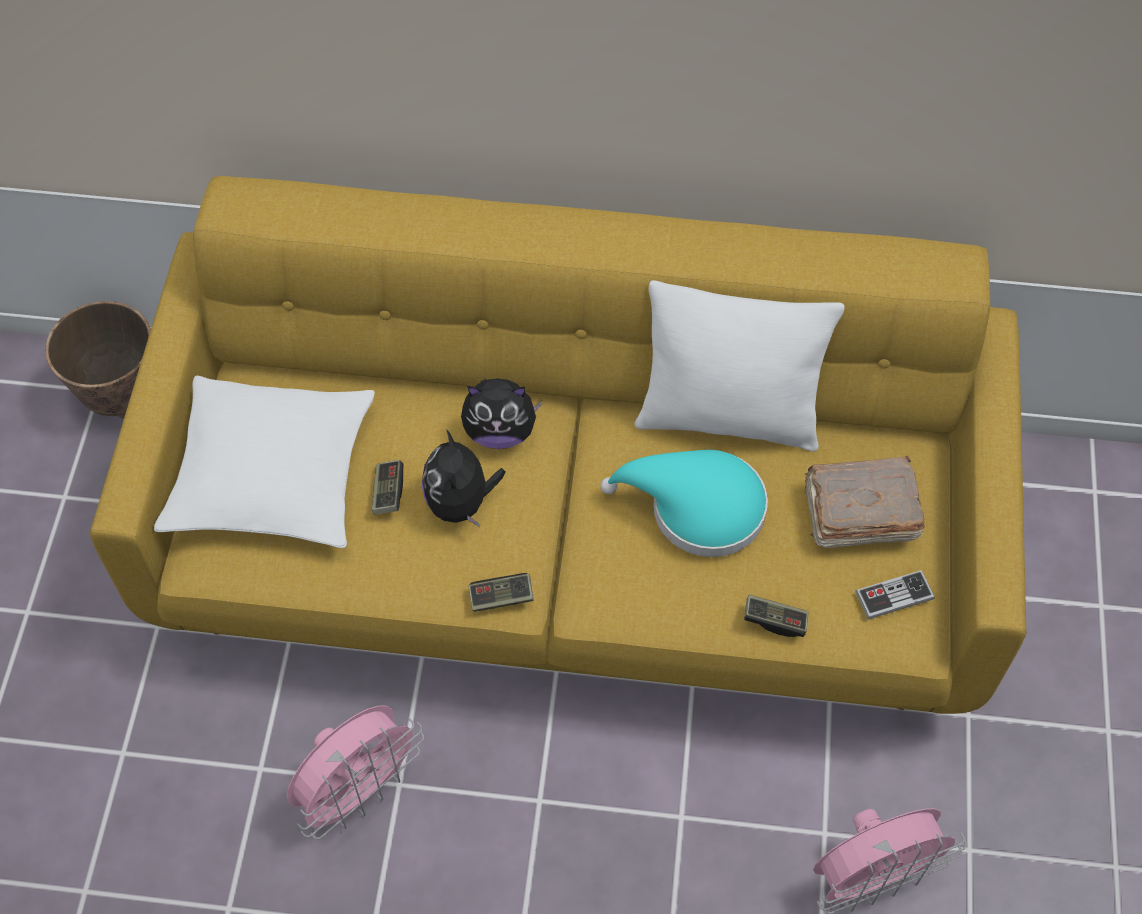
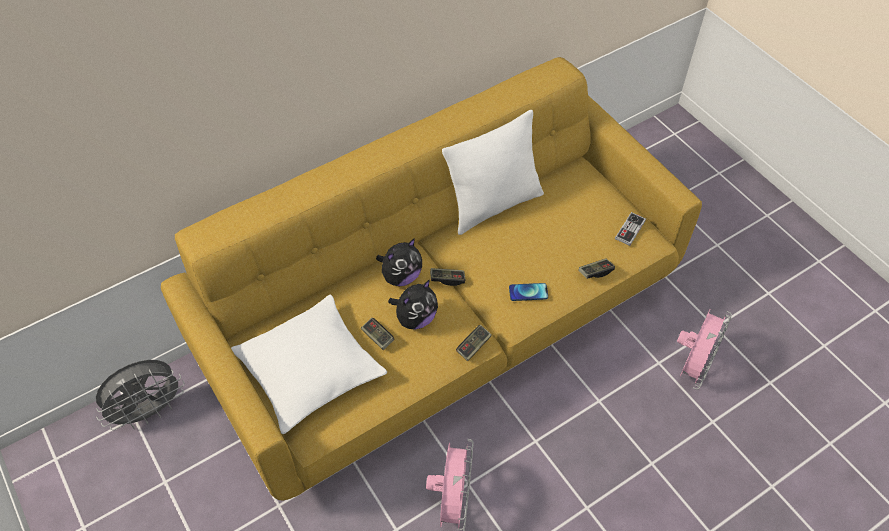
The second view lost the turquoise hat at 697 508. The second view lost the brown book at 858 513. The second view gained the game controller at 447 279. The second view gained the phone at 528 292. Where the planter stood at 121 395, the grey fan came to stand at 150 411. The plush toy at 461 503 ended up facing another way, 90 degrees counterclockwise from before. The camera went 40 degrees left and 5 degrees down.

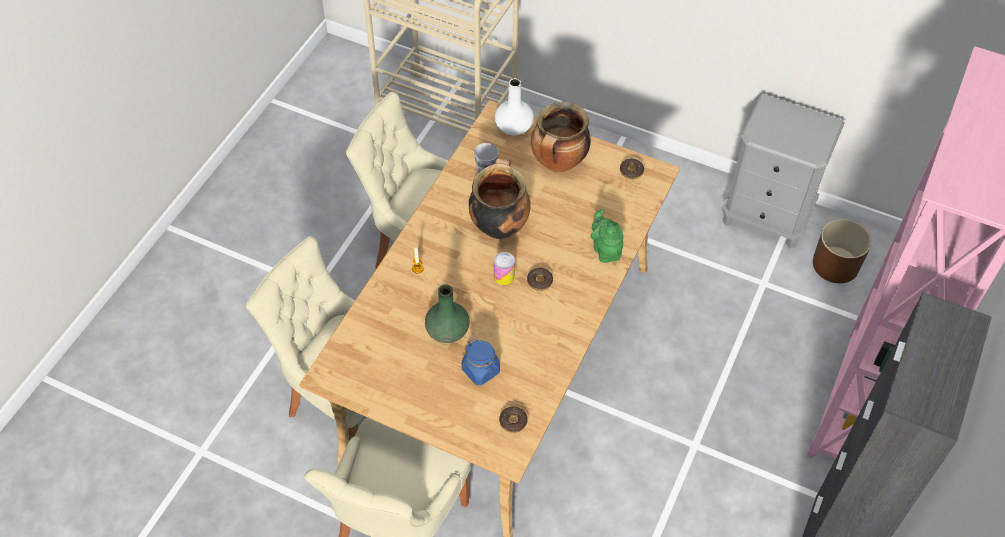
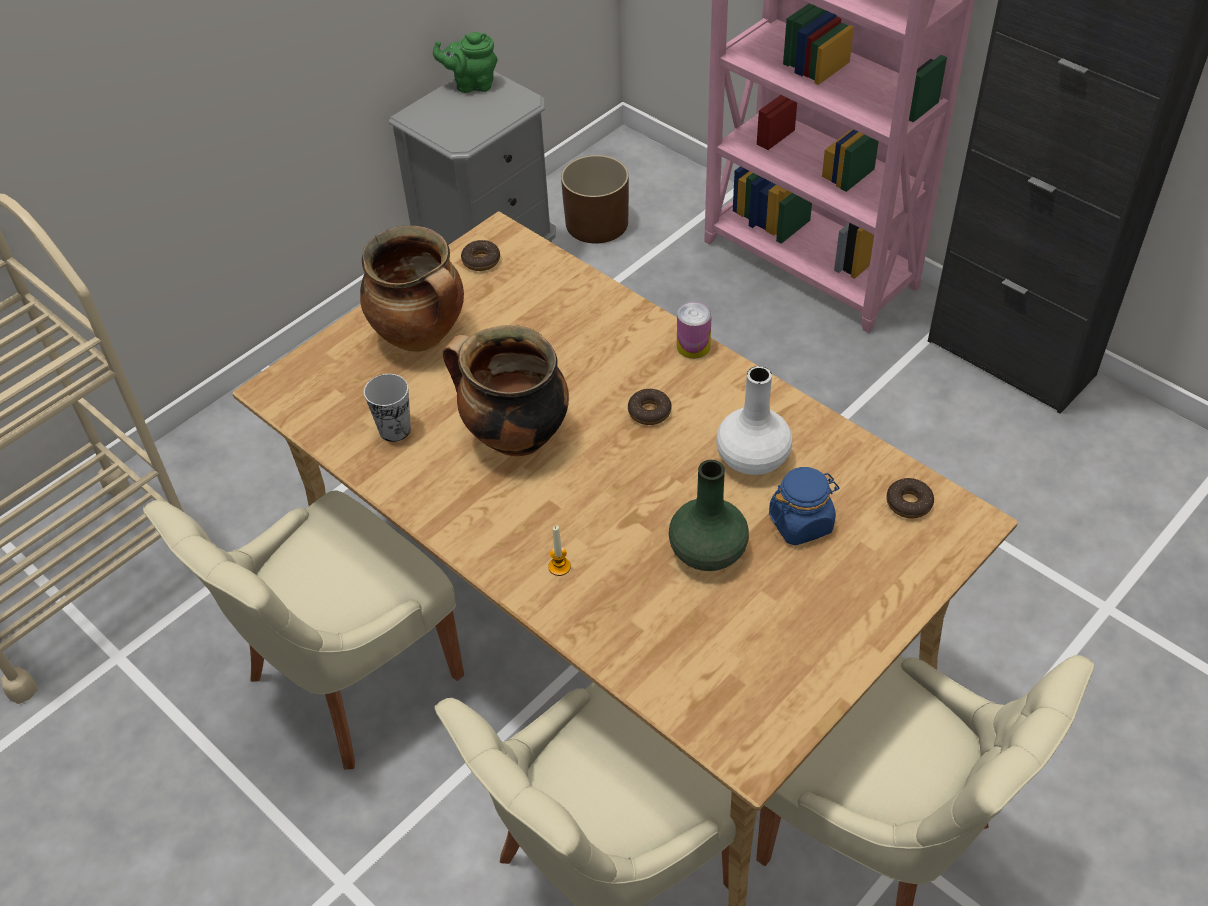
The can ended up elsewhere, having gone from 504 276 to 693 346. The white vase ended up elsewhere, having gone from 513 127 to 752 459. The green teapot ended up elsewhere, having gone from 605 250 to 471 84. The camera went 70 degrees left and 5 degrees down.

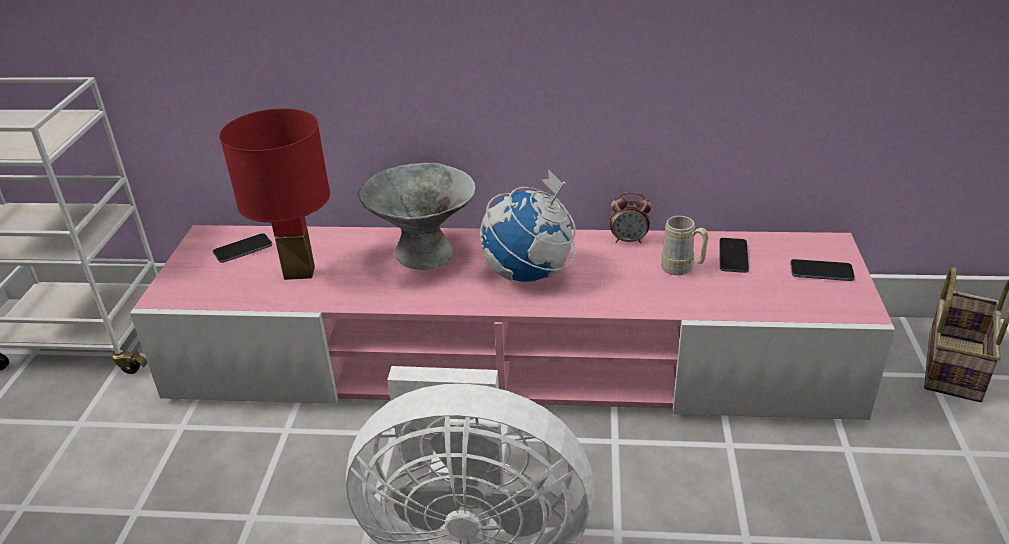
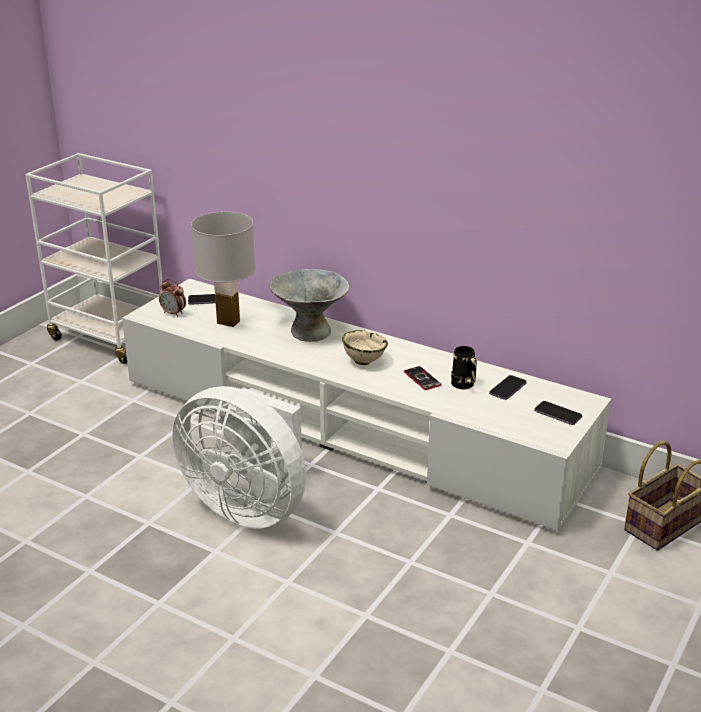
The second view gained the phone at 422 379. The alarm clock ended up elsewhere, having gone from 628 240 to 173 313. Where the globe stood at 529 274, the beige bowl came to stand at 363 361. What was the pink tv stand at 510 361 turned into the white tv stand at 351 426. What was the red table lamp at 298 273 turned into the white table lamp at 227 322. What was the beige mug at 682 269 turned into the black mug at 464 386. The camera went 25 degrees right and 5 degrees down.

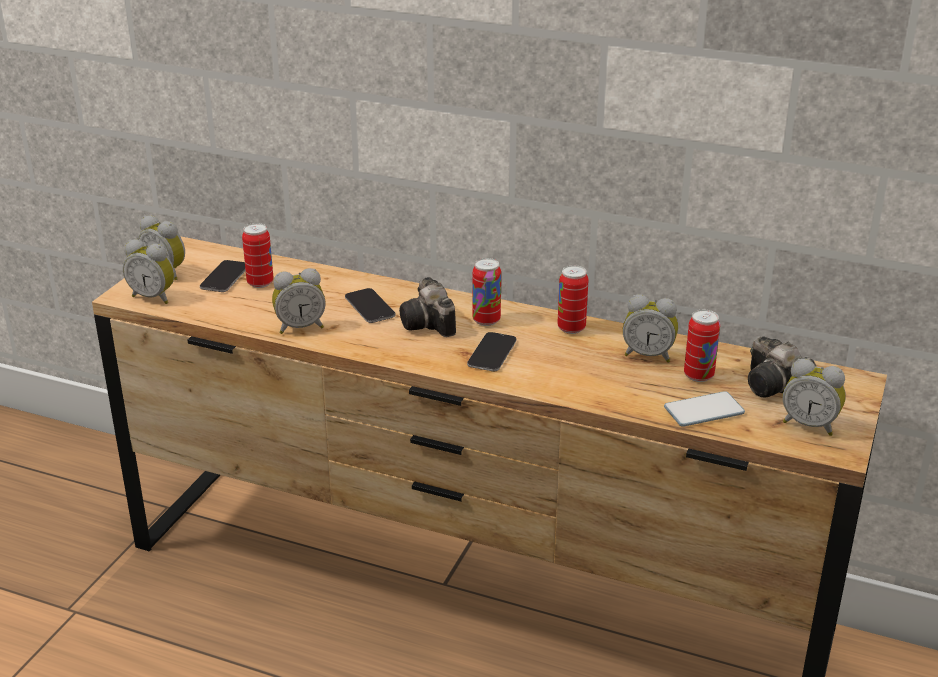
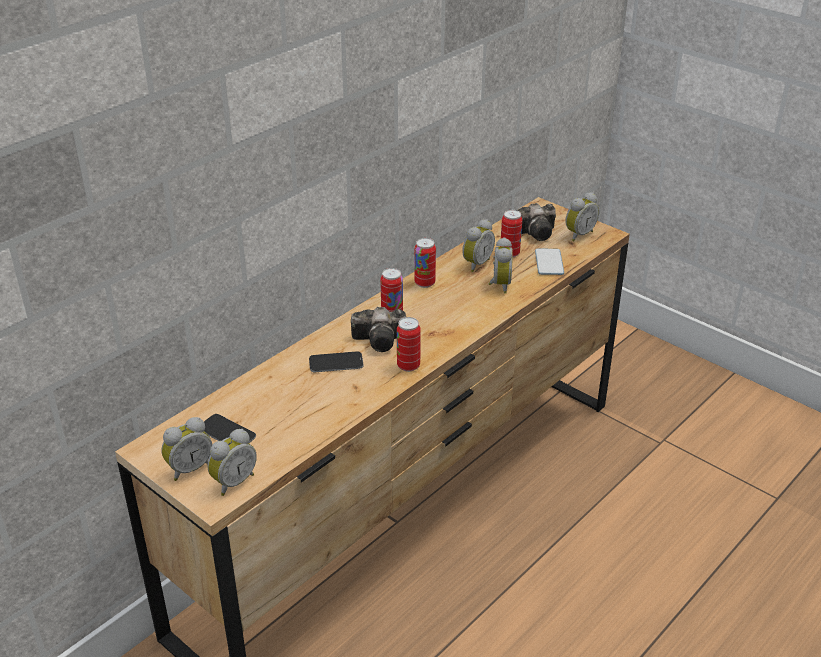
The second view lost the phone at 492 353. The can ended up elsewhere, having gone from 260 283 to 408 366. The alarm clock ended up elsewhere, having gone from 300 327 to 499 285. The camera went 70 degrees left and 5 degrees up.

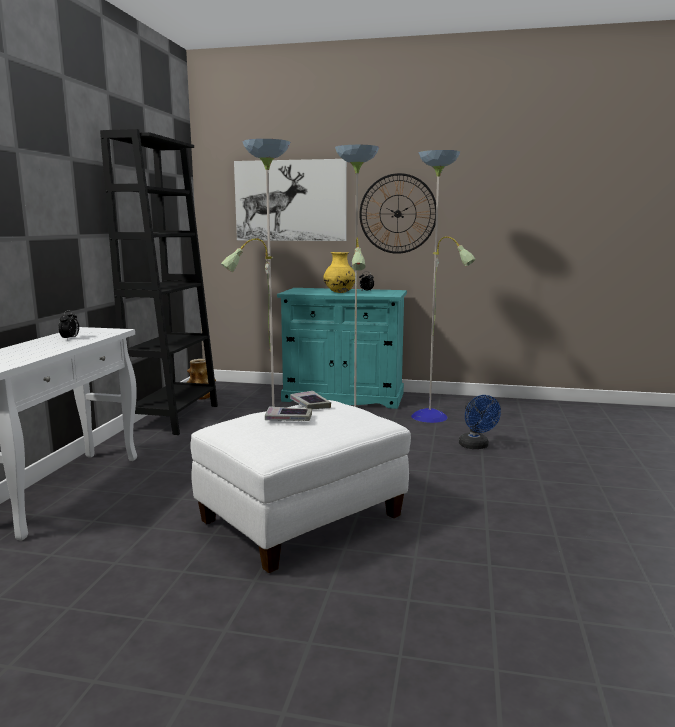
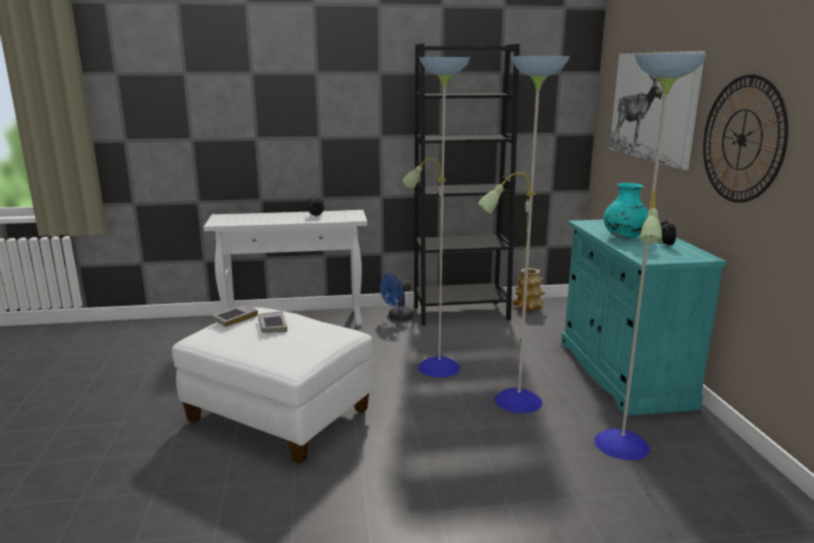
The book ended up elsewhere, having gone from 310 404 to 235 318. The blue fan ended up elsewhere, having gone from 476 446 to 397 318. What was the yellow vase at 339 292 turned into the turquoise vase at 624 238. The camera went 70 degrees right and 5 degrees up.

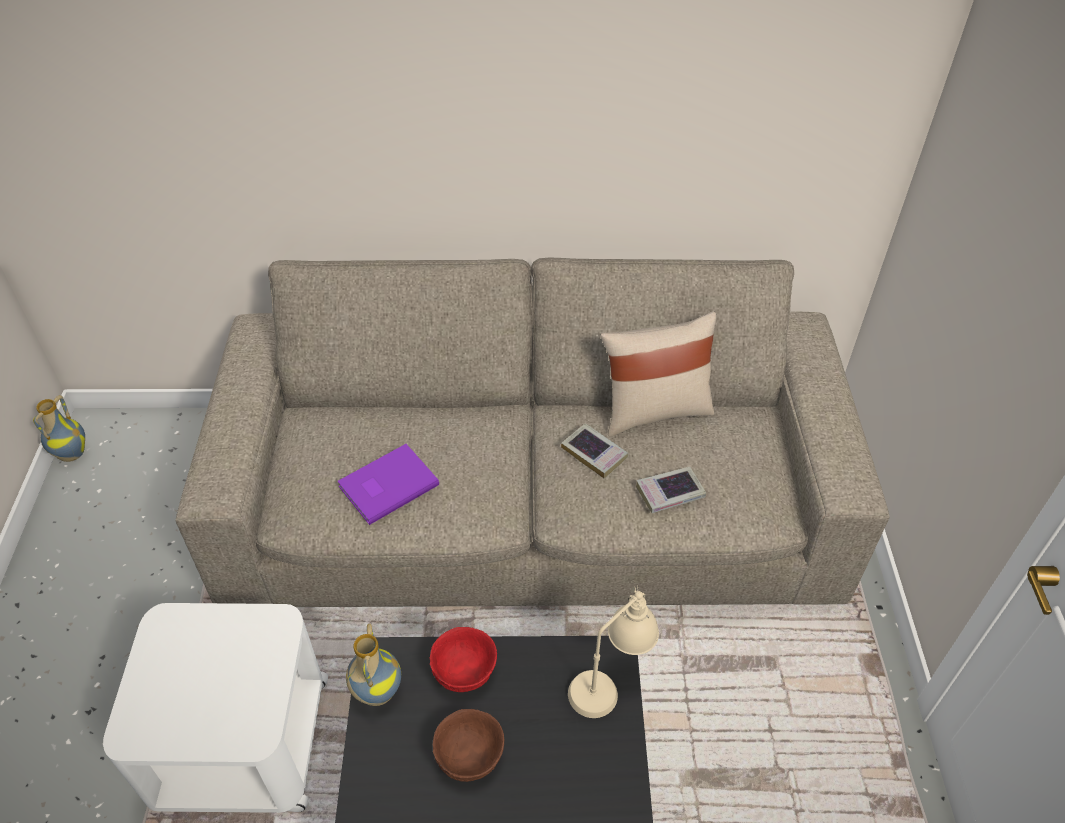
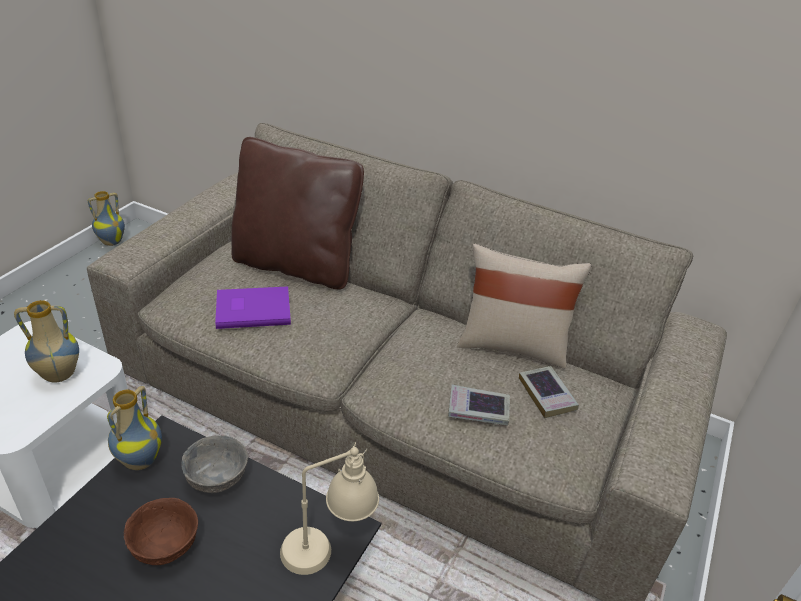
The second view gained the vase at 59 375. The second view gained the brown pillow at 295 265. The book ended up elsewhere, having gone from 594 453 to 547 395. What was the red bowl at 464 672 turned into the grey bowl at 216 479. The camera went 25 degrees right and 10 degrees down.

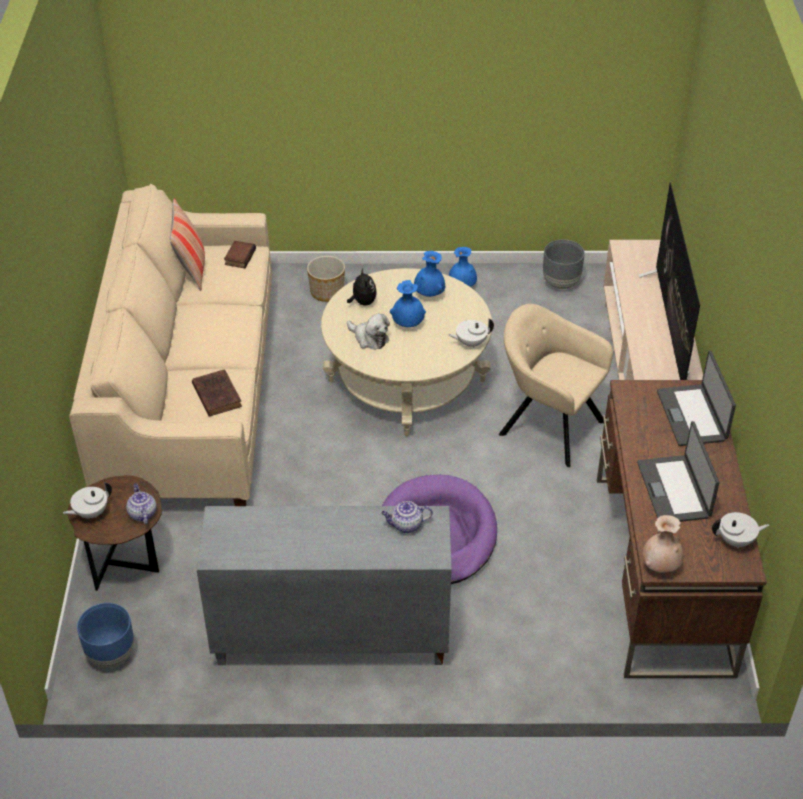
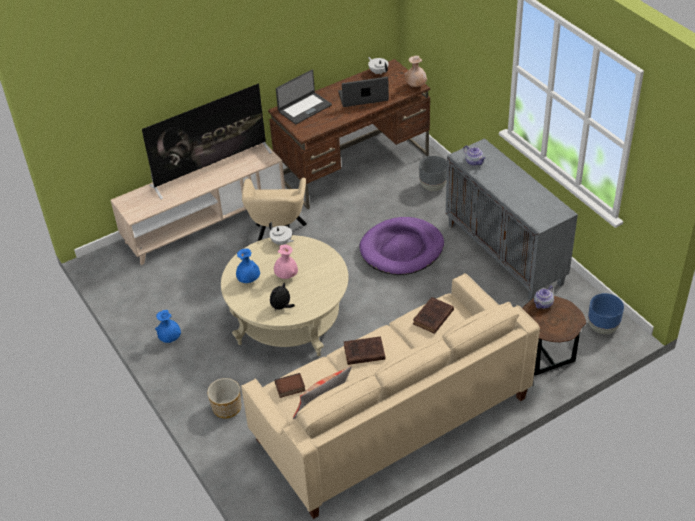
The second view lost the white teapot at 91 512. The second view lost the plush toy at 369 338. The second view gained the brown book at 363 353. The grey planter ended up elsewhere, having gone from 560 283 to 433 187. What was the blue vase at 408 324 turned into the pink vase at 286 276. The laptop at 674 490 ended up facing another way, 150 degrees counterclockwise from before. The camera went 120 degrees left and 0 degrees up.

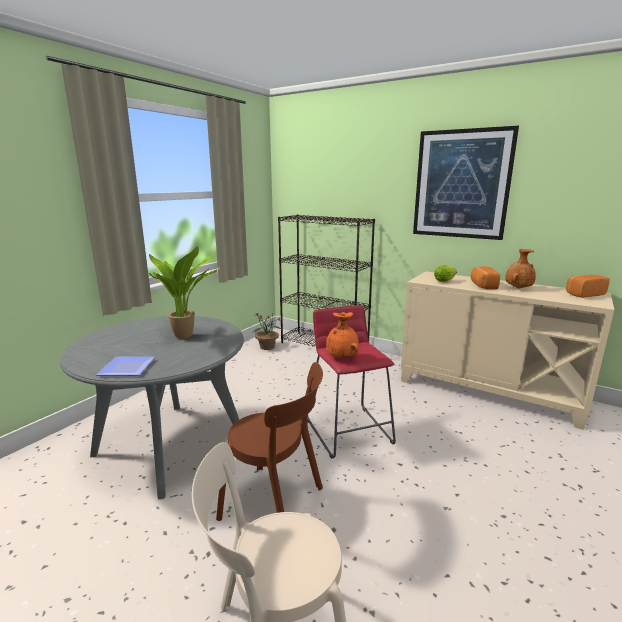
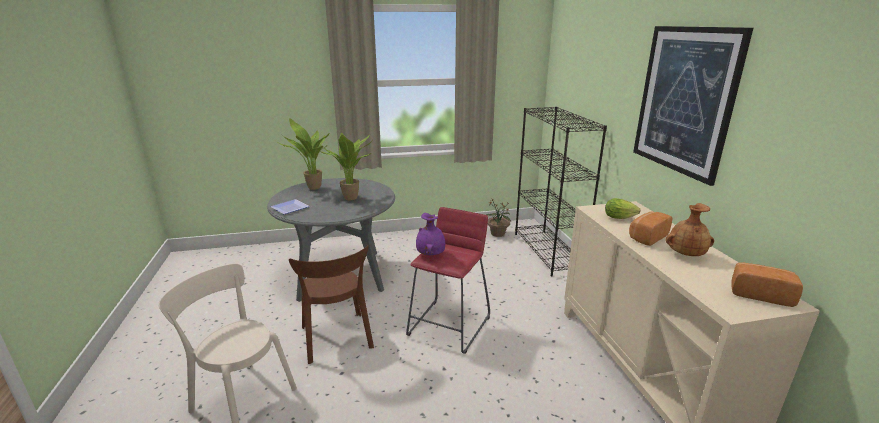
The second view gained the potted plant at 312 188. What was the orange vase at 342 357 turned into the purple vase at 431 254. The camera went 45 degrees right and 5 degrees up.

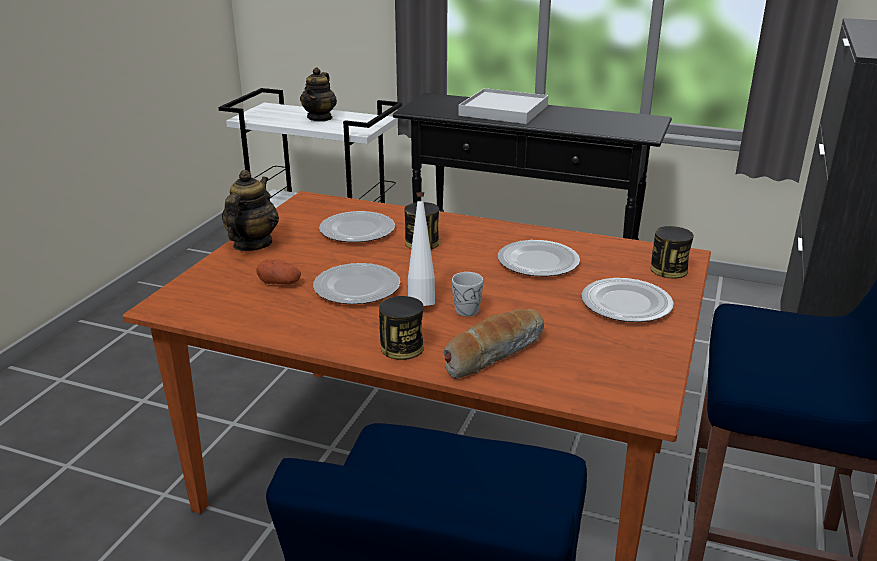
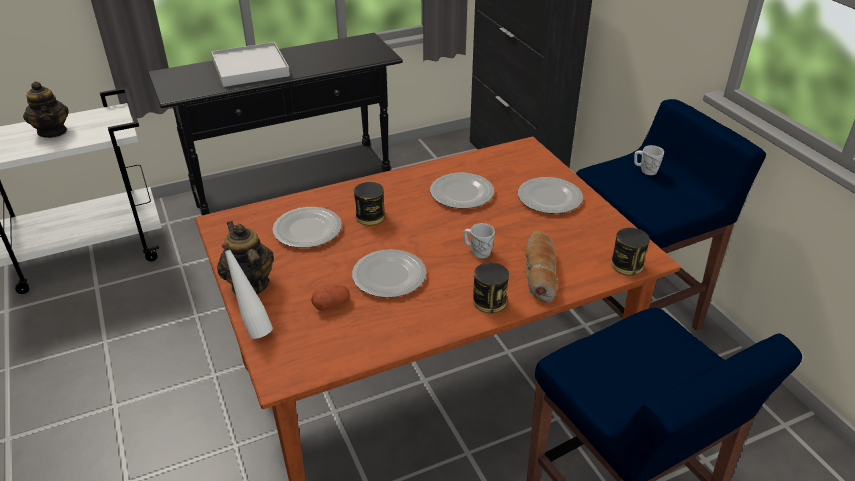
The second view gained the white mug at 645 170. The white bottle ended up elsewhere, having gone from 421 300 to 253 328. The can ended up elsewhere, having gone from 668 270 to 627 265. The camera went 45 degrees left and 10 degrees up.

